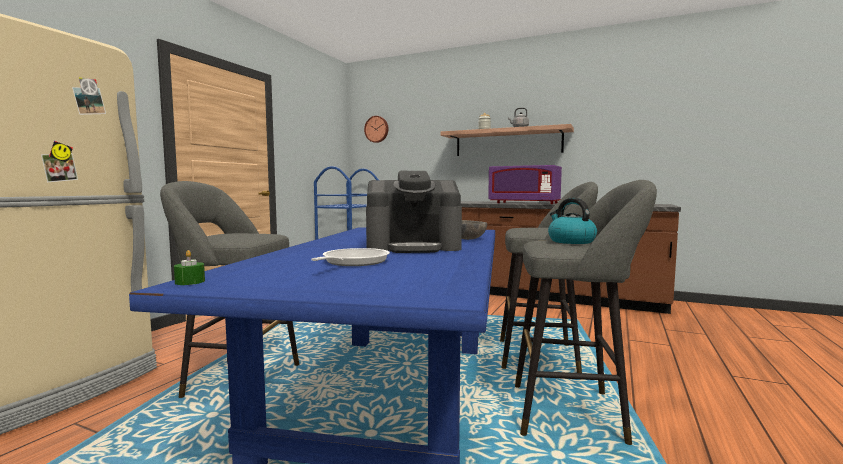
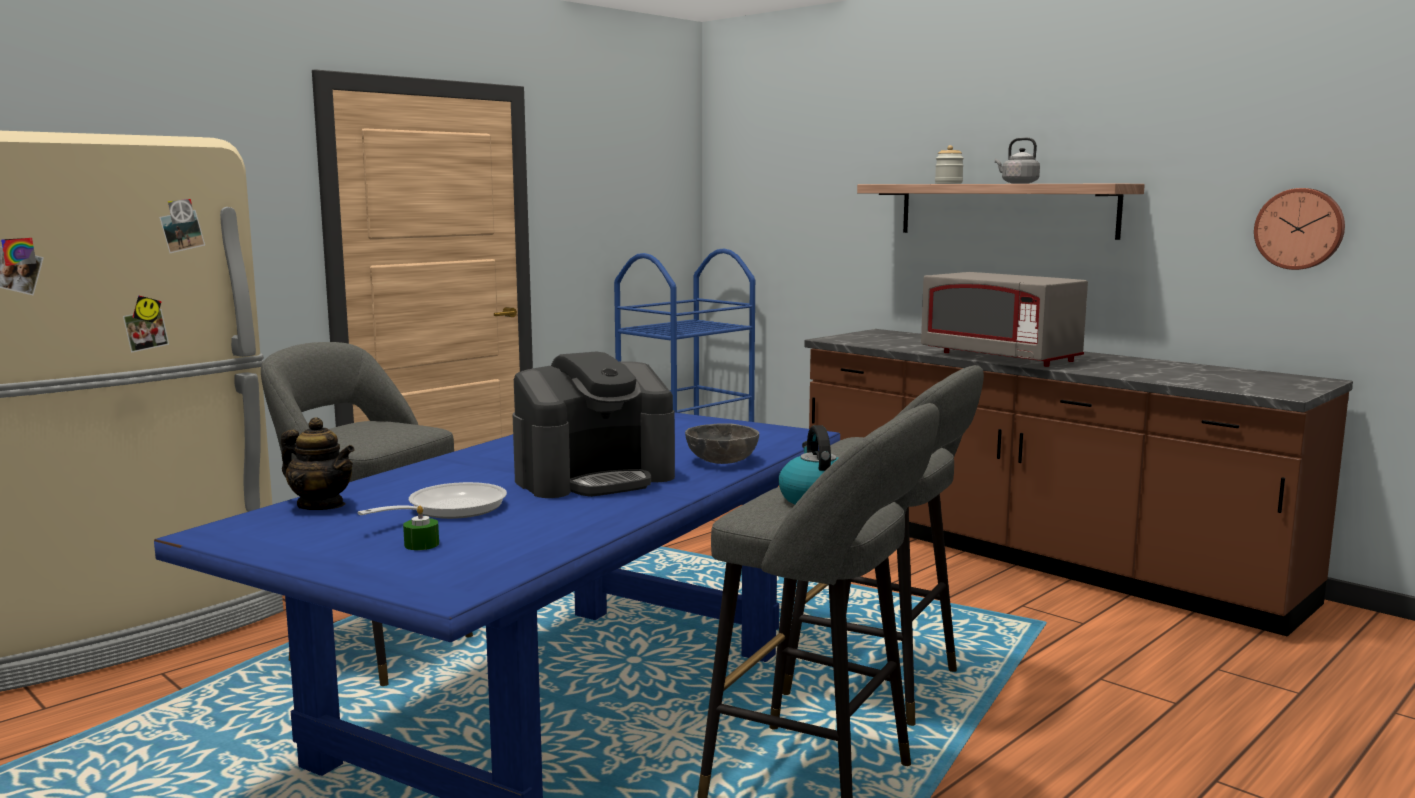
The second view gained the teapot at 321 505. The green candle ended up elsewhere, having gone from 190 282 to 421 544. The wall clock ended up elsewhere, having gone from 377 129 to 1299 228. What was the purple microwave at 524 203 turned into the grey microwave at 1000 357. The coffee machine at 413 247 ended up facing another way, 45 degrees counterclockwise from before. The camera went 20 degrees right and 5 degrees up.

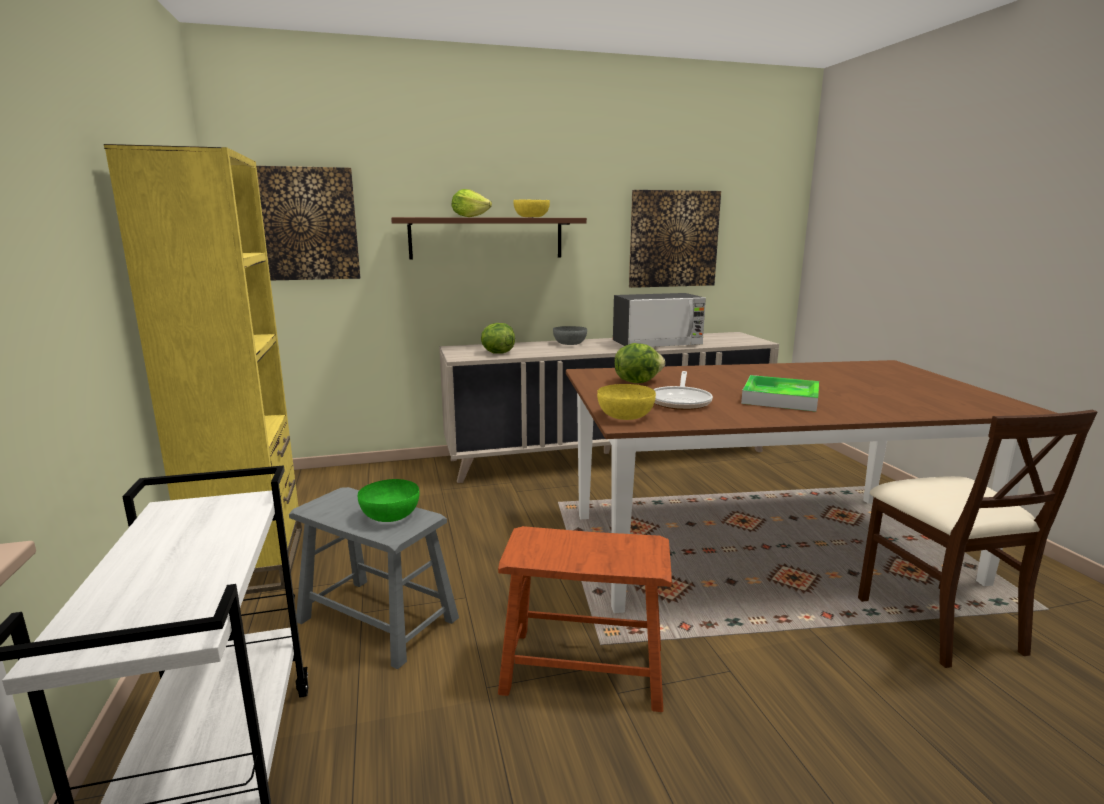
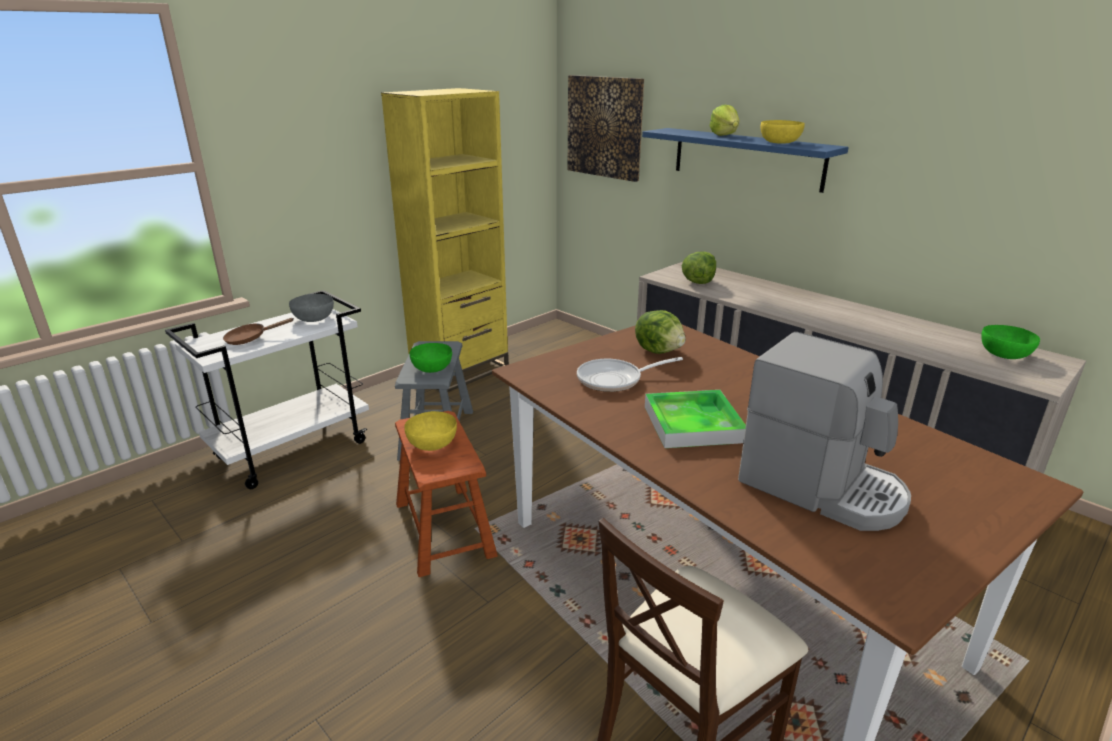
The second view lost the microwave at 657 344. The second view lost the picture at 673 239. The second view gained the brown frying pan at 250 339. The second view gained the coffee machine at 821 488. The second view gained the green bowl at 1004 354. The grey bowl ended up elsewhere, having gone from 569 344 to 313 318. The yellow bowl ended up elsewhere, having gone from 626 416 to 432 444. What was the brown shelf at 486 238 turned into the blue shelf at 747 158. The camera went 60 degrees right and 10 degrees up.

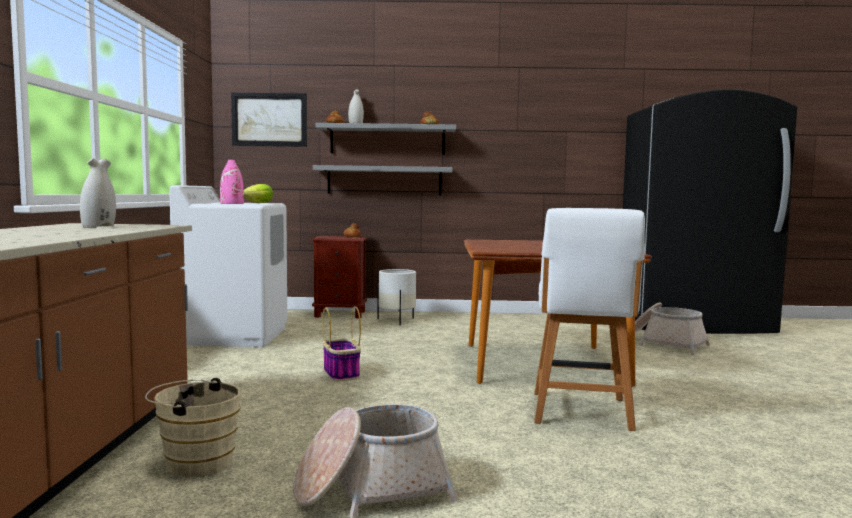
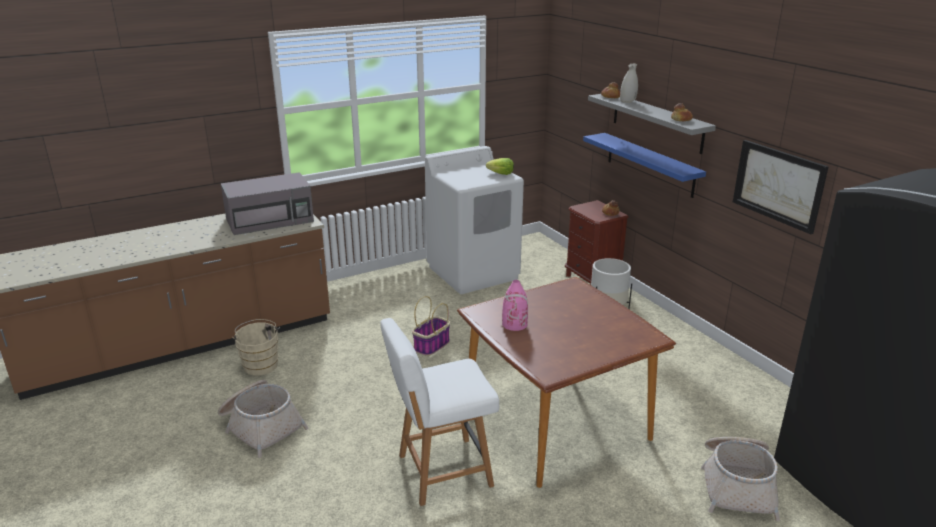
The pink vase ended up elsewhere, having gone from 232 203 to 515 324. The picture ended up elsewhere, having gone from 269 120 to 778 185. Where the white vase stood at 99 227, the grey microwave came to stand at 271 220. What was the grey shelf at 384 180 turned into the blue shelf at 650 164. The camera went 60 degrees right and 20 degrees up.

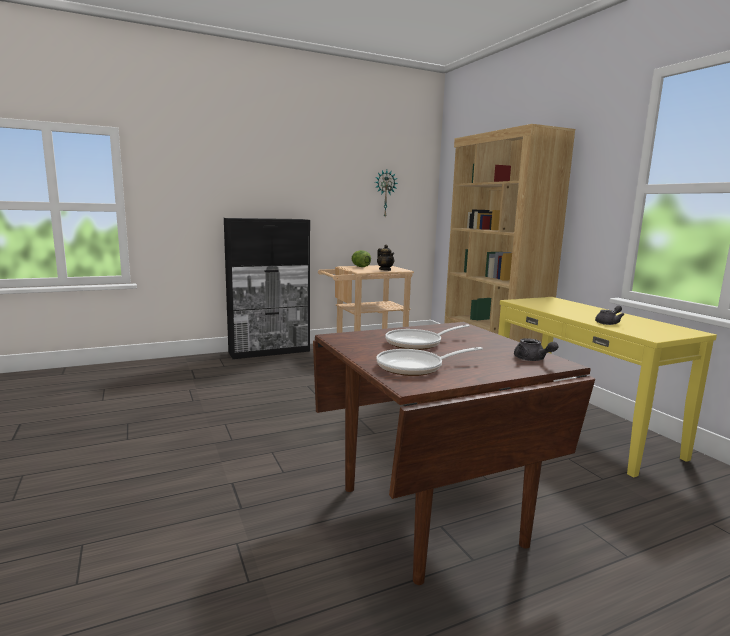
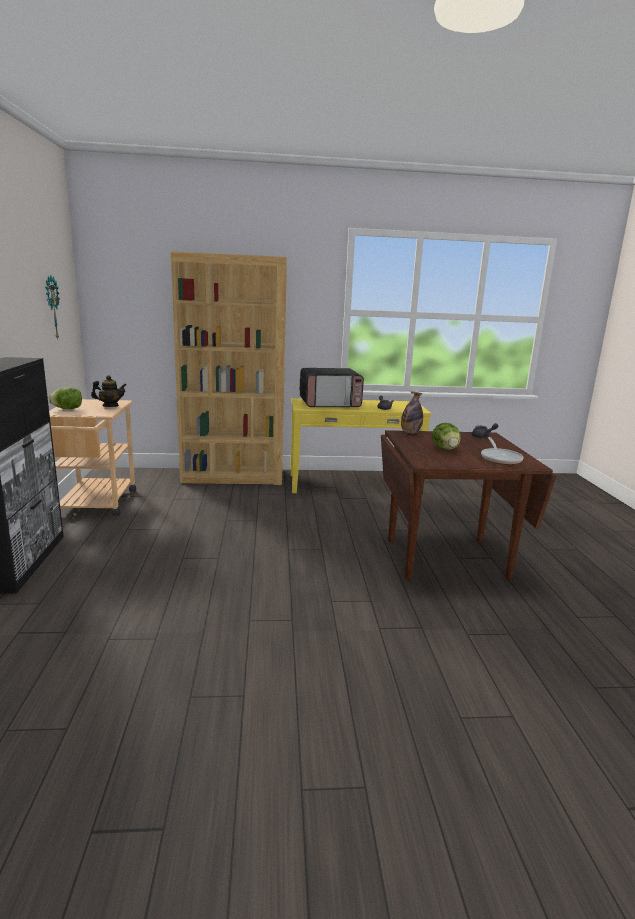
The second view gained the microwave at 330 404. The second view gained the bottle at 410 432. Where the frying pan stood at 418 343, the lettuce came to stand at 445 449. The camera went 70 degrees left and 5 degrees up.

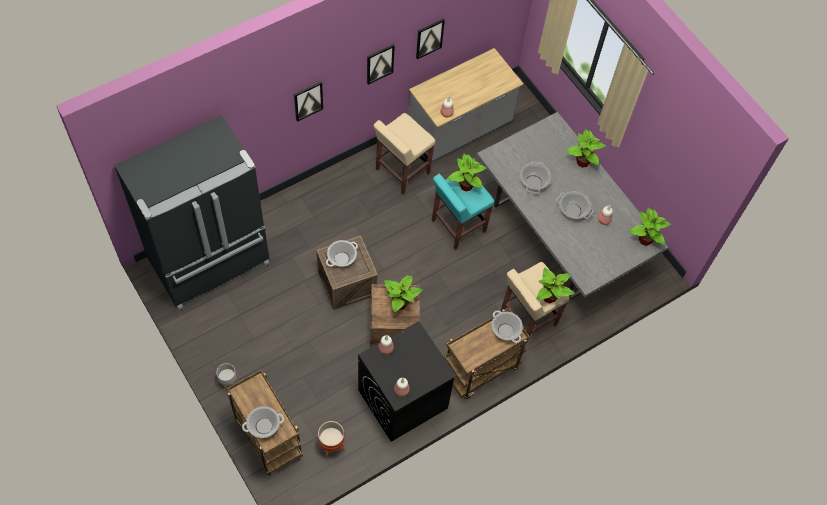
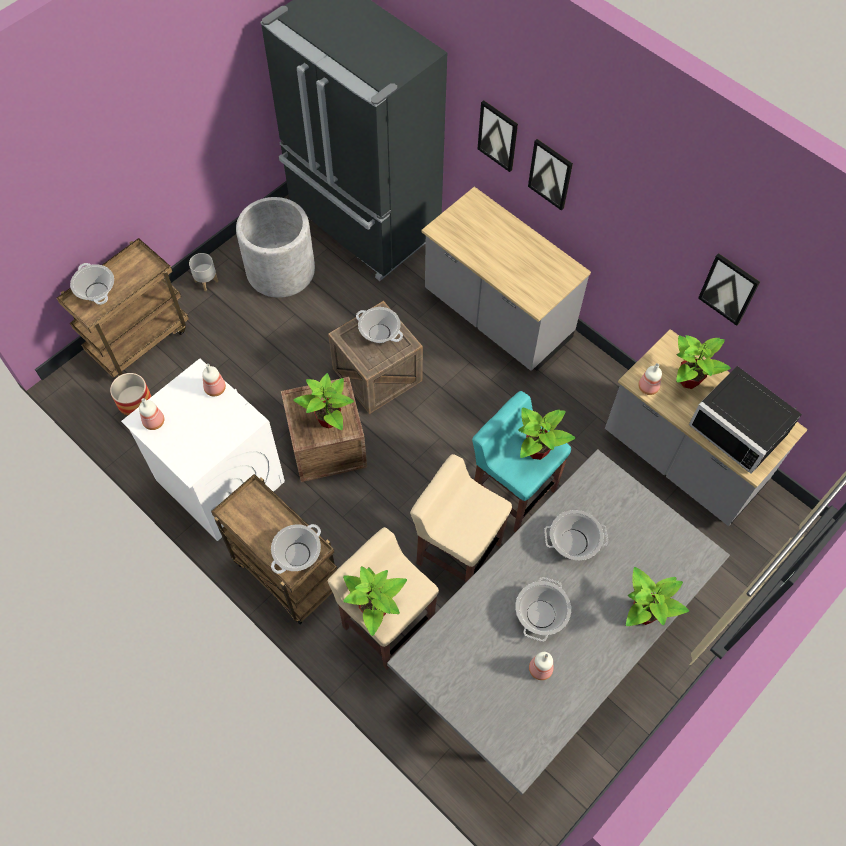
The second view gained the grey planter at 280 270. The second view gained the grey counter at 496 317. The second view gained the black microwave at 742 427. The picture ended up elsewhere, having gone from 379 63 to 498 135. The beige stool ended up elsewhere, having gone from 402 171 to 457 552. The potted plant ended up elsewhere, having gone from 645 239 to 689 379. What was the black washing machine at 402 399 turned into the white washing machine at 219 480. The camera went 80 degrees right and 0 degrees up.

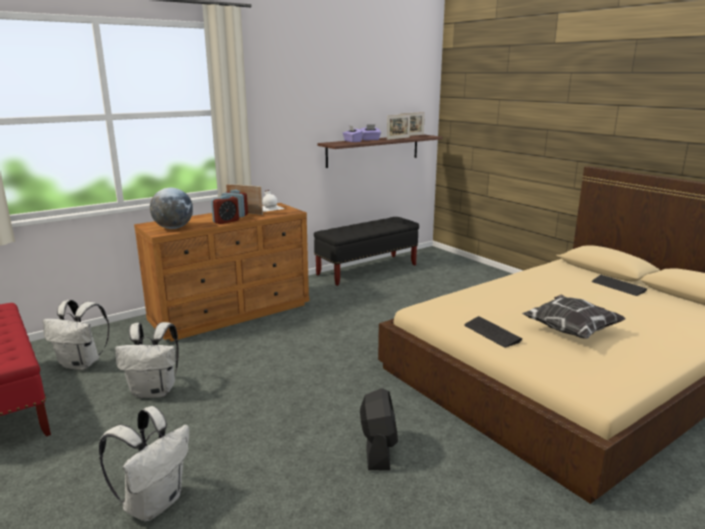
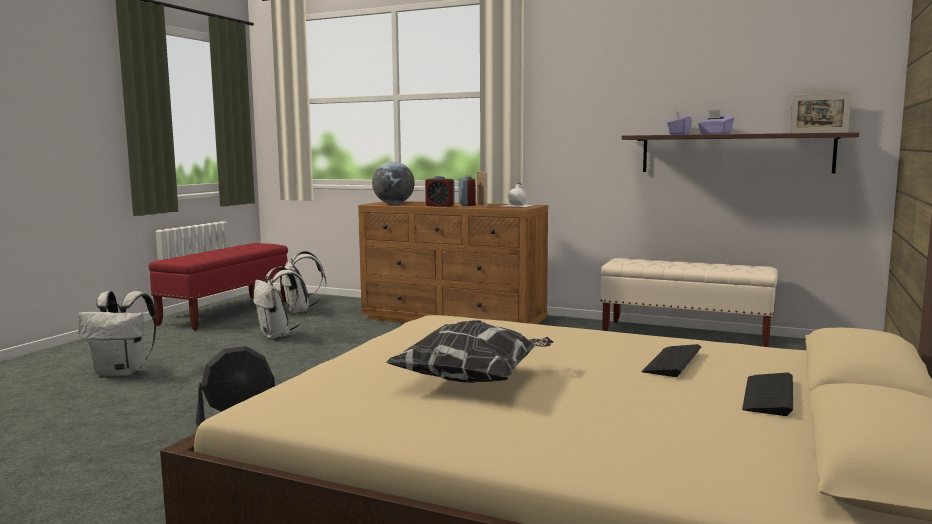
The second view lost the picture frame at 398 138. The keyboard ended up elsewhere, having gone from 491 333 to 672 362. What was the black bench at 367 270 turned into the beige bench at 685 336. The camera went 60 degrees right and 10 degrees down.

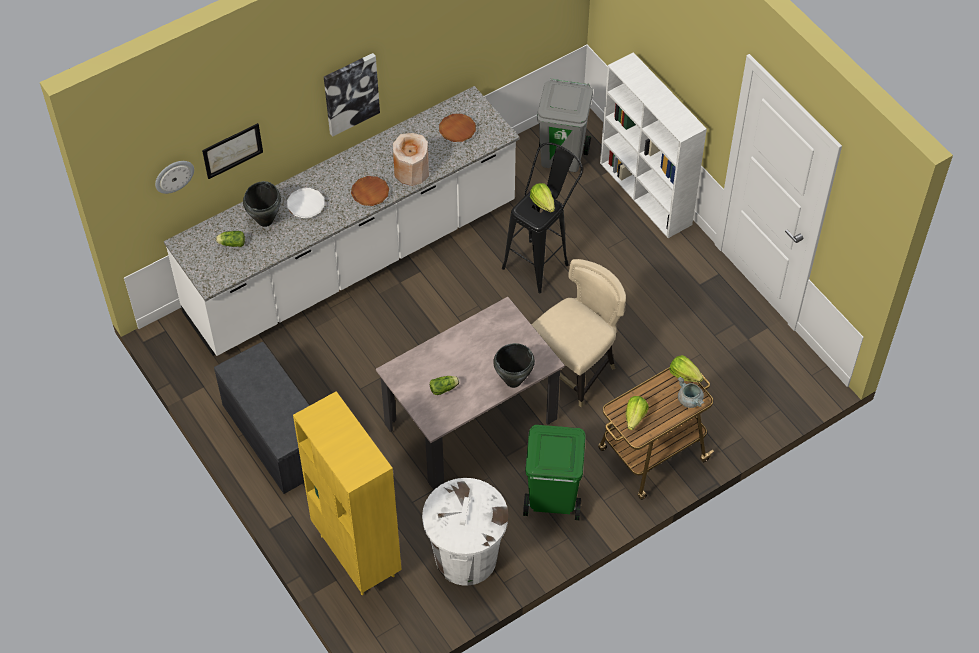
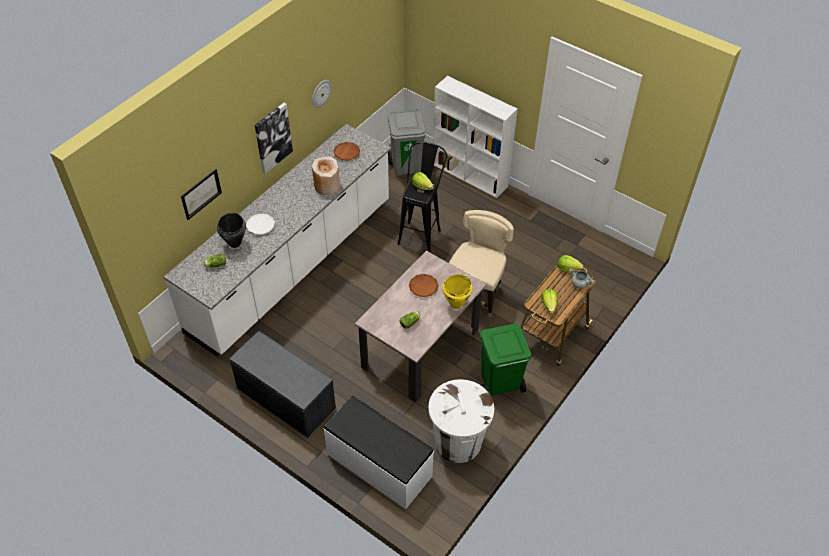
The wall clock ended up elsewhere, having gone from 174 176 to 321 93. The brown plate ended up elsewhere, having gone from 370 193 to 423 287. Where the yellow bookcase stood at 355 556, the white bench came to stand at 378 465. What was the black cooking pot at 513 381 turned into the yellow cooking pot at 455 304. The camera went 20 degrees left and 5 degrees down.

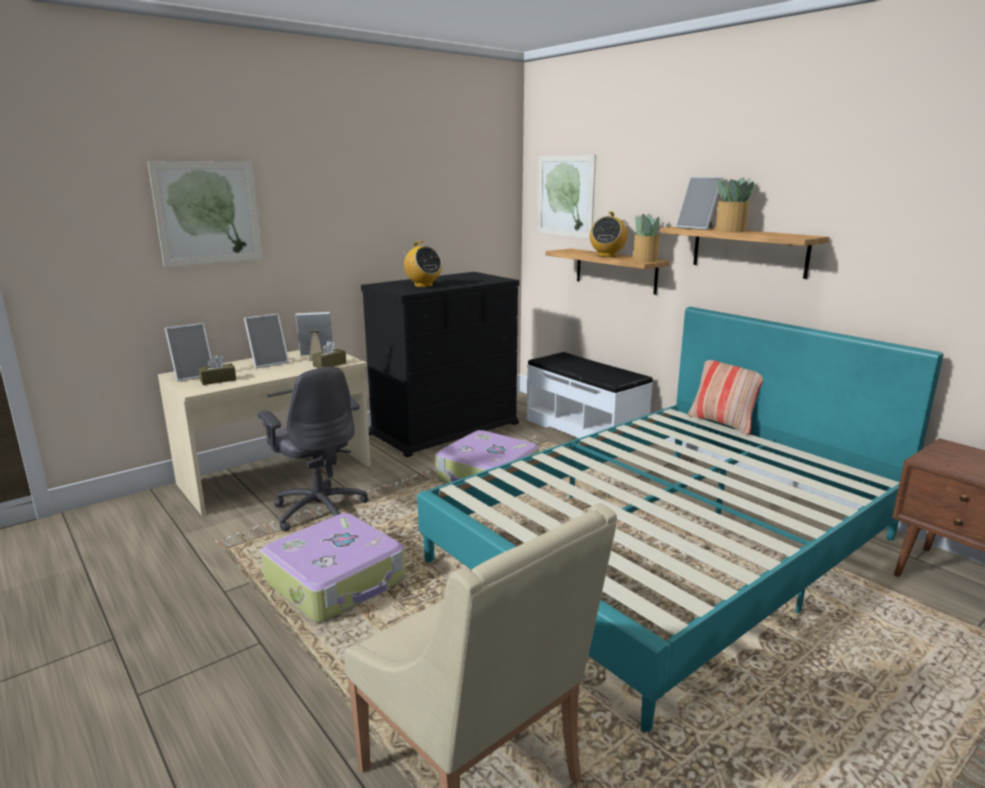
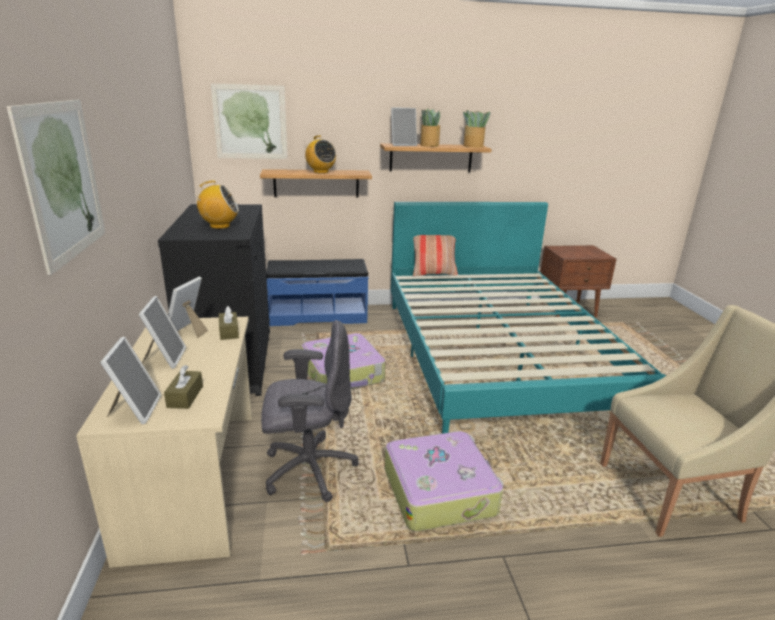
The potted plant ended up elsewhere, having gone from 645 260 to 473 146. What was the white bench at 585 430 turned into the blue bench at 318 315. The camera went 60 degrees left and 5 degrees up.

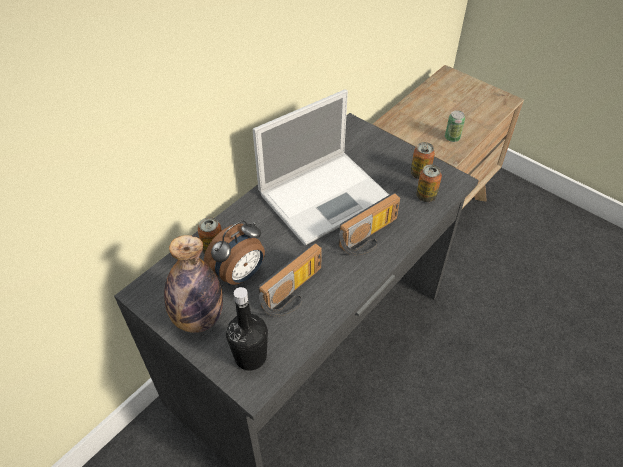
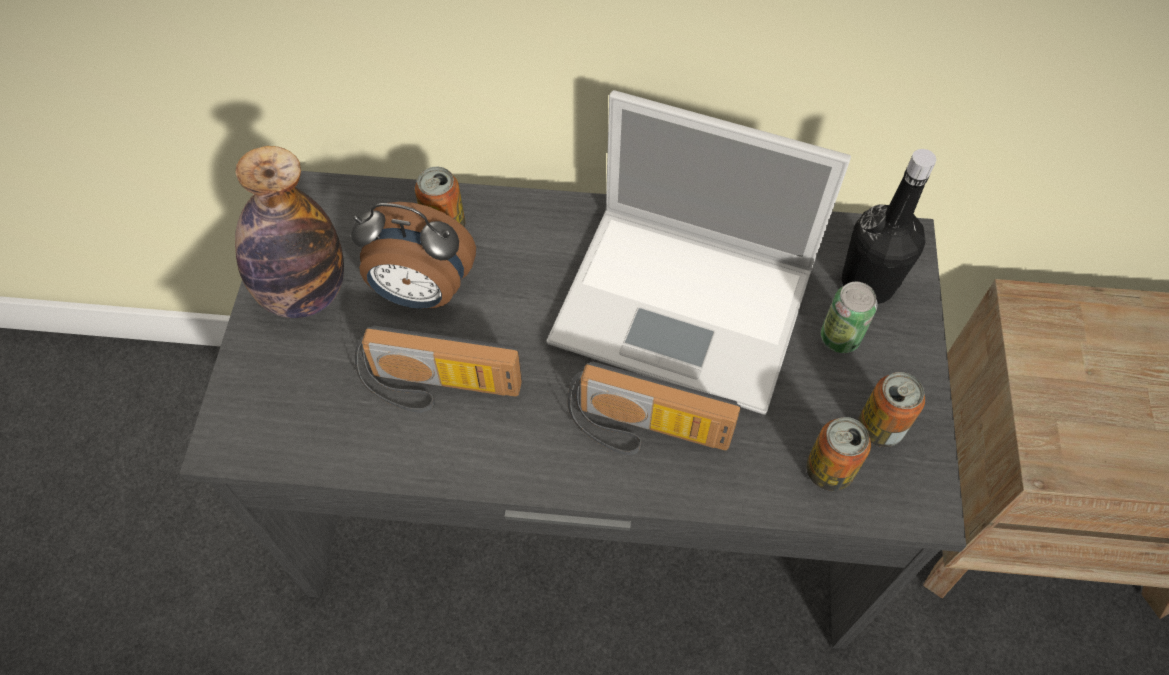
The black bottle ended up elsewhere, having gone from 250 356 to 867 283. The can ended up elsewhere, having gone from 452 138 to 840 337. The camera went 55 degrees right and 10 degrees up.

